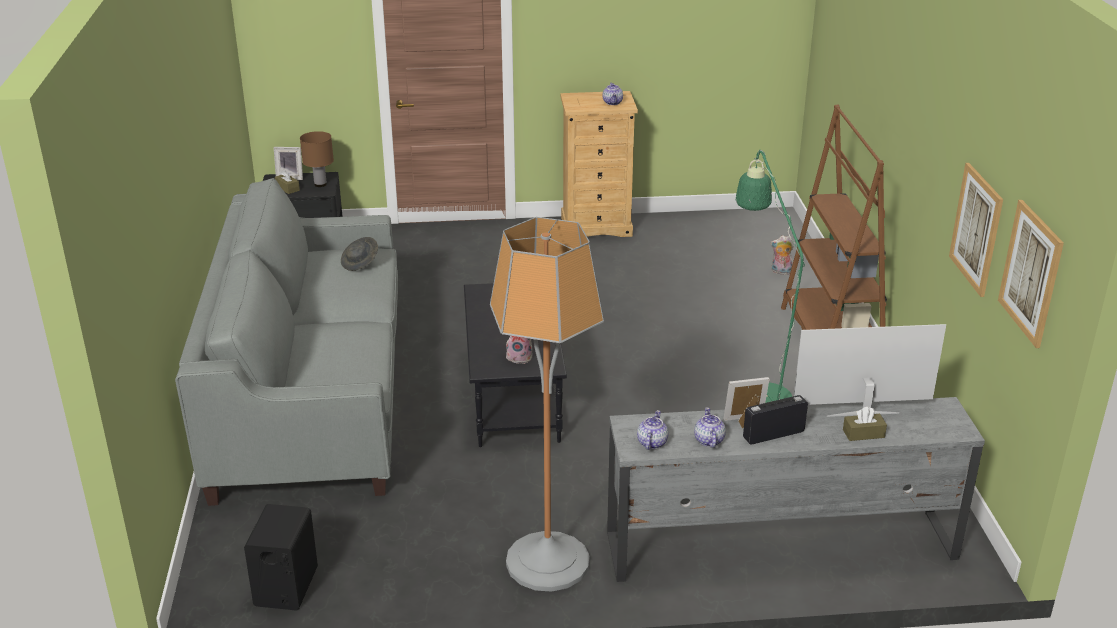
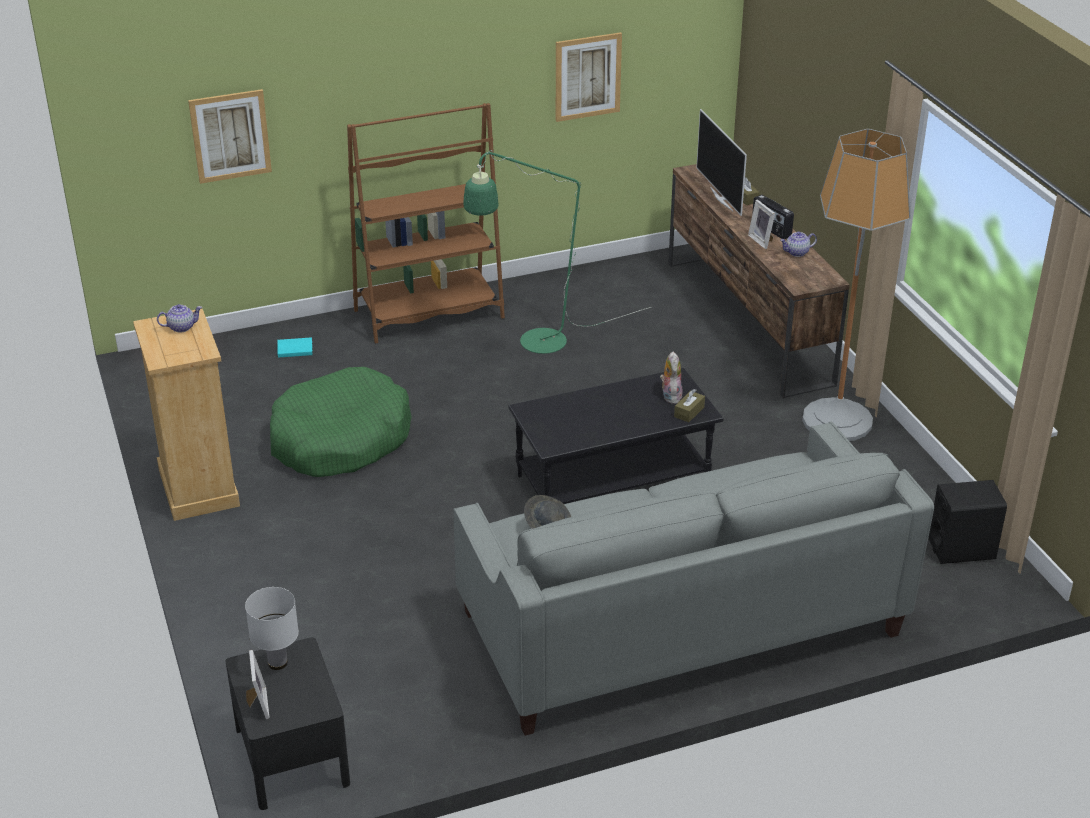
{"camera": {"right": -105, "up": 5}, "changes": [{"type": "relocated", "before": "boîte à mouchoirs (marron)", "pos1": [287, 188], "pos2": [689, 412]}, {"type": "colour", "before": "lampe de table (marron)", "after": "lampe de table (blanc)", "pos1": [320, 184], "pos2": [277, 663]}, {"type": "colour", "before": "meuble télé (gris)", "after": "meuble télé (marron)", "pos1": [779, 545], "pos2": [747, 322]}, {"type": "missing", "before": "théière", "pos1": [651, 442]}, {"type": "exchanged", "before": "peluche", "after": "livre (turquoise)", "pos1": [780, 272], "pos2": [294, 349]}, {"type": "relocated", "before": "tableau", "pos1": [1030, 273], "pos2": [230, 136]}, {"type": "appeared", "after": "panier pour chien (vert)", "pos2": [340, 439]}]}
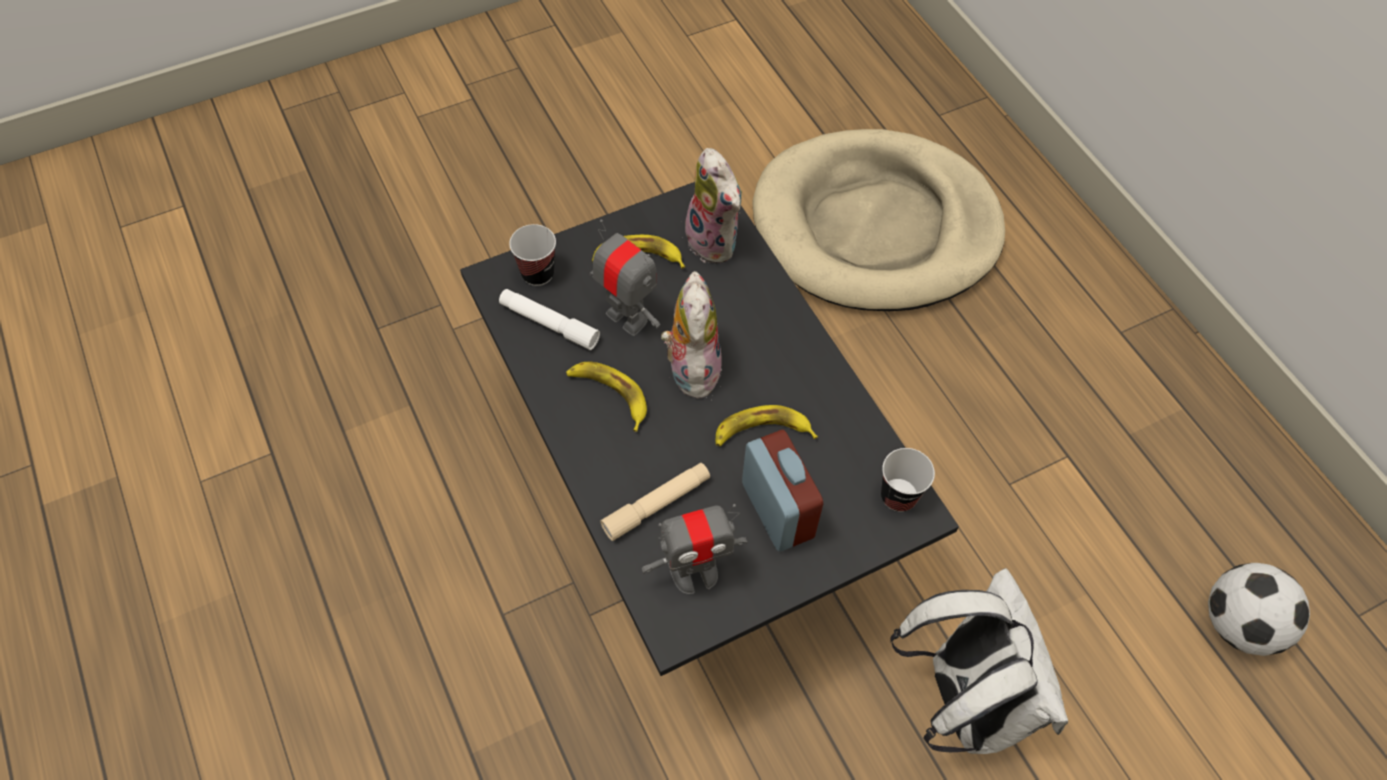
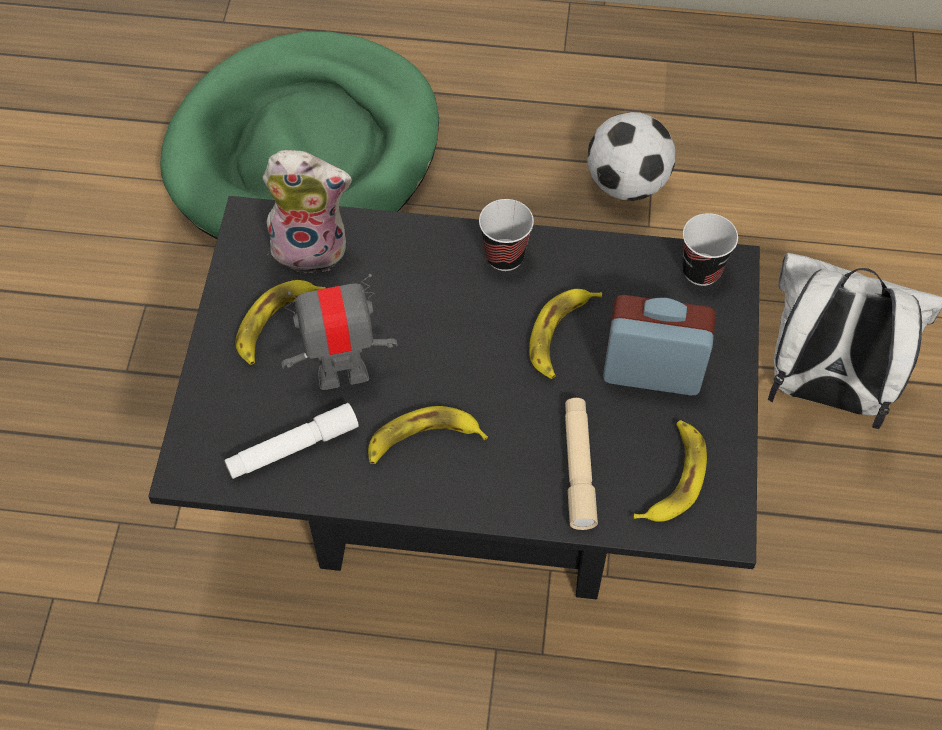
{"camera": {"right": -55, "up": 0}, "changes": [{"type": "relocated", "before": "tasse", "pos1": [537, 273], "pos2": [505, 256]}, {"type": "exchanged", "before": "robot jouet", "after": "banane", "pos1": [694, 573], "pos2": [673, 476]}, {"type": "missing", "before": "peluche", "pos1": [691, 367]}, {"type": "colour", "before": "panier pour chien (beige)", "after": "panier pour chien (vert)", "pos1": [875, 227], "pos2": [305, 151]}, {"type": "relocated", "before": "ballon de foot", "pos1": [1238, 624], "pos2": [627, 184]}]}
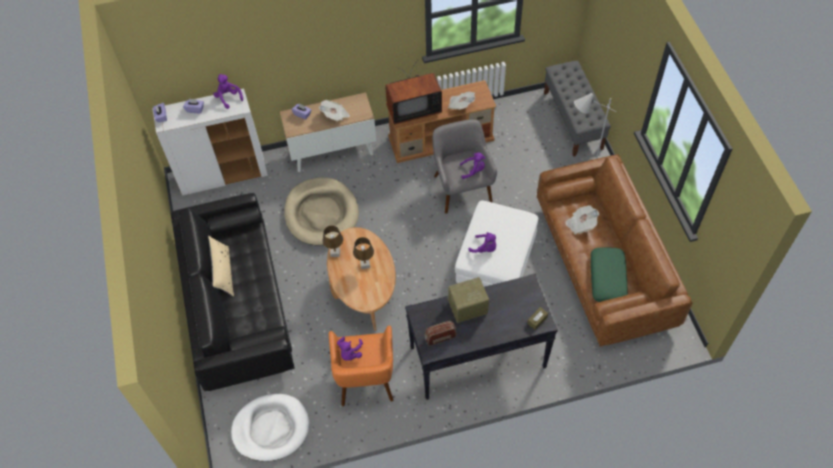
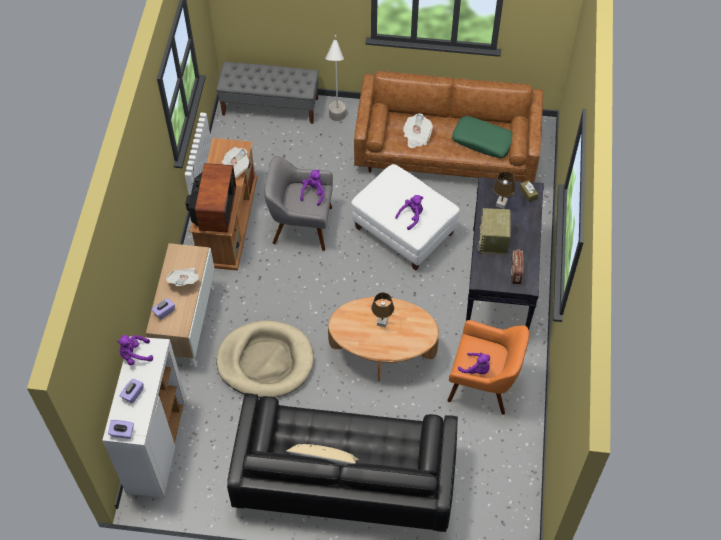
{"camera": {"right": -70, "up": 0}, "changes": [{"type": "missing", "before": "panier pour chien (blanc)", "pos1": [271, 429]}, {"type": "relocated", "before": "lampe de table (marron)", "pos1": [335, 253], "pos2": [501, 204]}]}
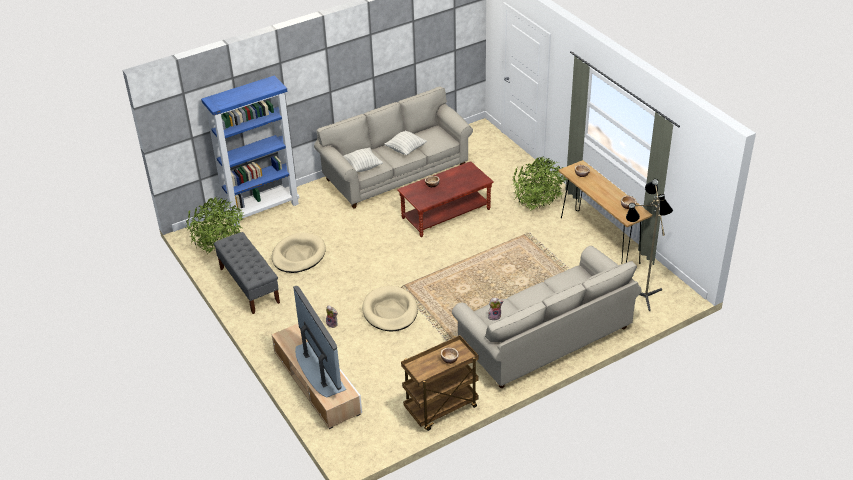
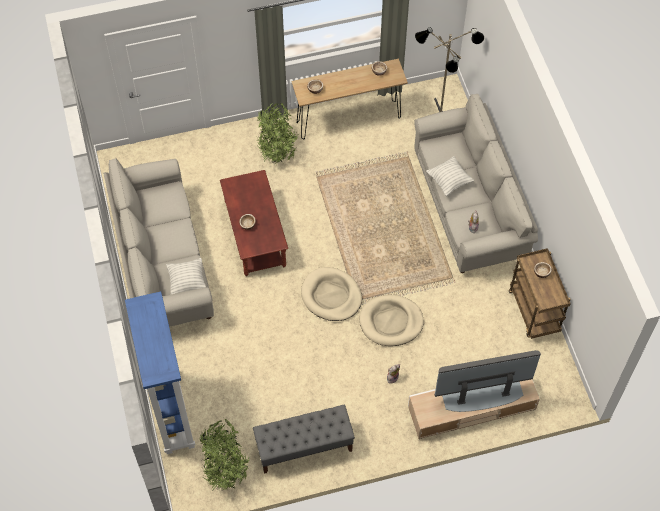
{"camera": {"right": -75, "up": 20}, "changes": [{"type": "relocated", "before": "panier pour chien (beige)", "pos1": [298, 255], "pos2": [331, 296]}, {"type": "relocated", "before": "coussin", "pos1": [406, 150], "pos2": [449, 181]}]}
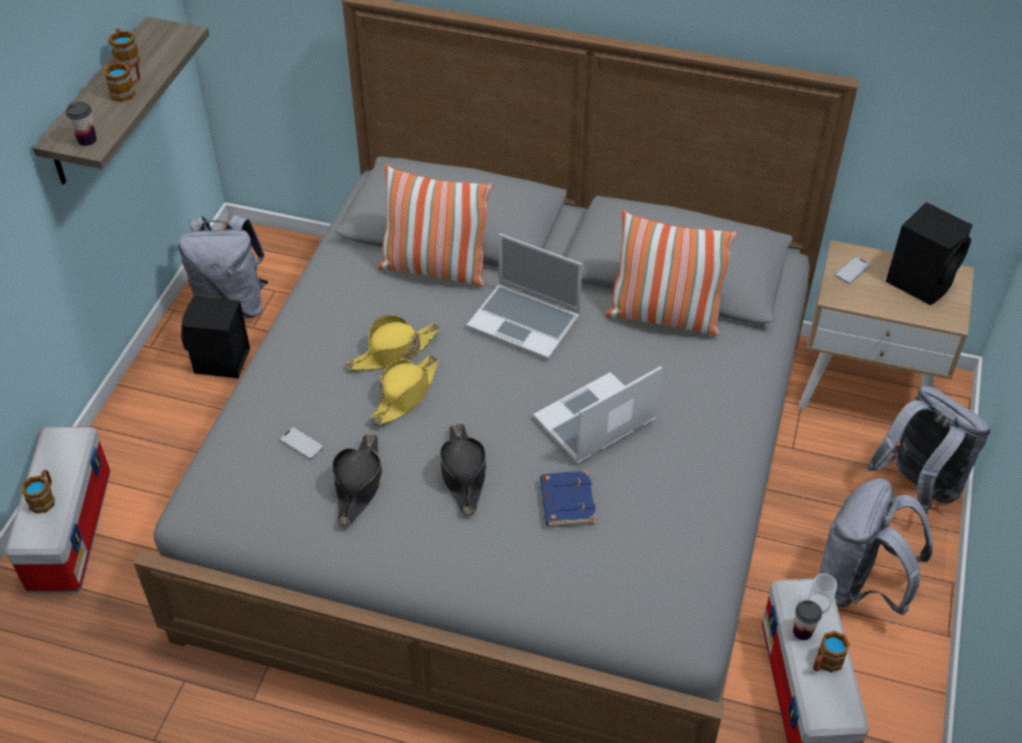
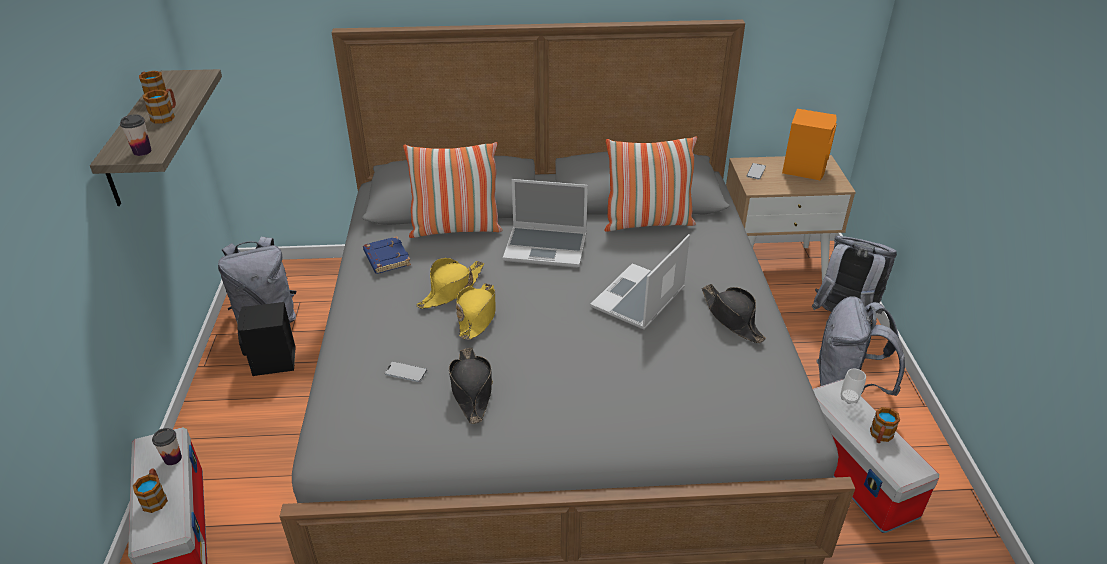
{"camera": {"right": -20, "up": -10}, "changes": [{"type": "relocated", "before": "chapeau (noir)", "pos1": [463, 474], "pos2": [732, 318]}, {"type": "relocated", "before": "livre (bleu)", "pos1": [566, 502], "pos2": [386, 258]}, {"type": "relocated", "before": "tasse", "pos1": [802, 631], "pos2": [173, 458]}, {"type": "colour", "before": "enceinte (noir)", "after": "enceinte (orange)", "pos1": [921, 281], "pos2": [804, 168]}]}
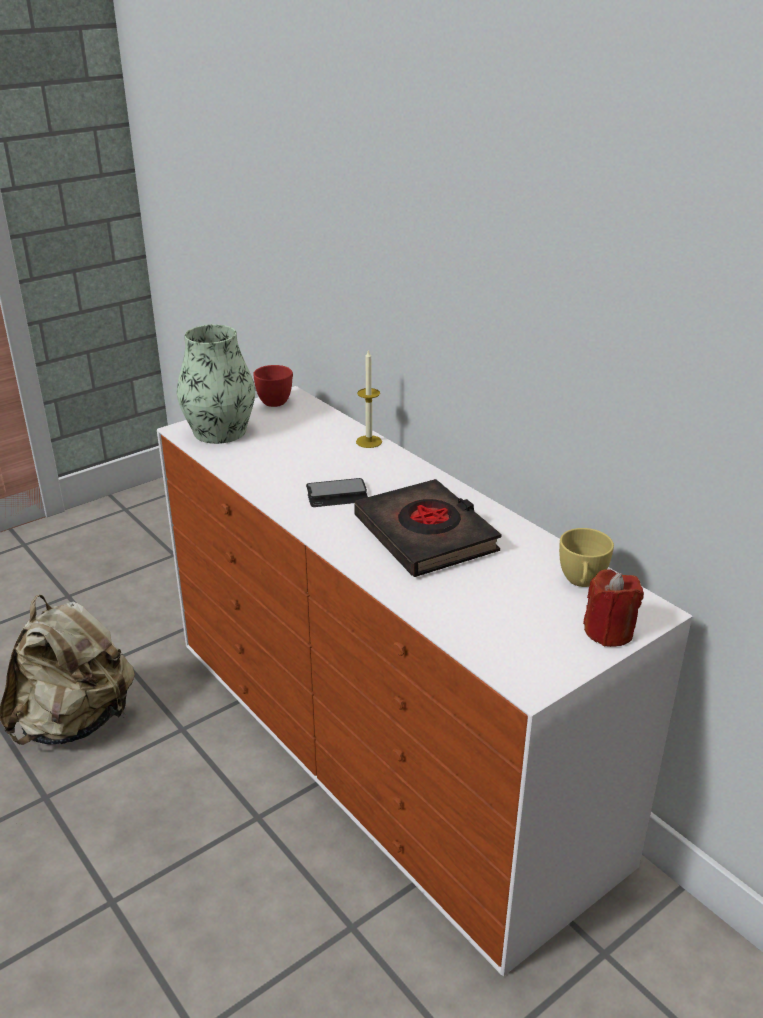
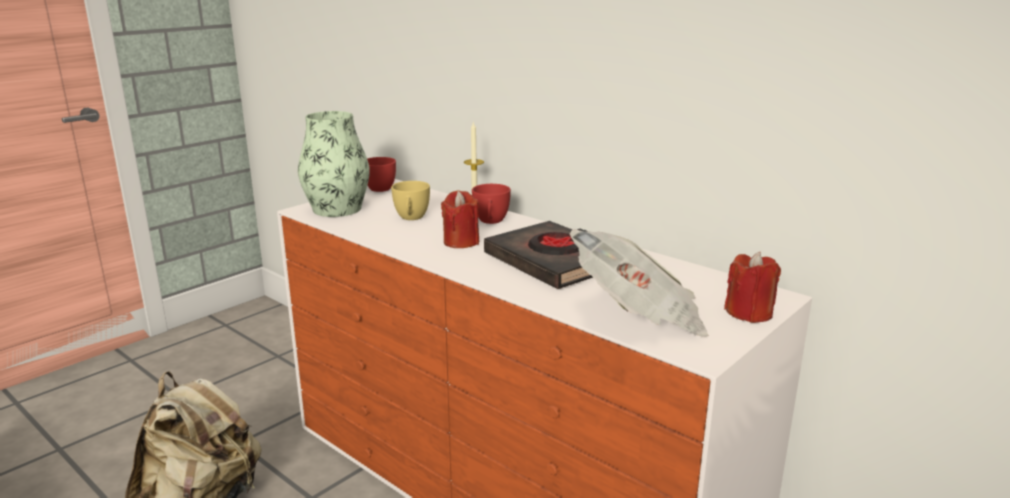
{"camera": {"right": -10, "up": -10}, "changes": [{"type": "exchanged", "before": "téléphone", "after": "bougie (rouge)", "pos1": [337, 495], "pos2": [461, 242]}, {"type": "relocated", "before": "tasse (jaune)", "pos1": [581, 582], "pos2": [411, 218]}, {"type": "appeared", "after": "tasse (rouge)", "pos2": [491, 222]}, {"type": "appeared", "after": "journal", "pos2": [639, 316]}]}
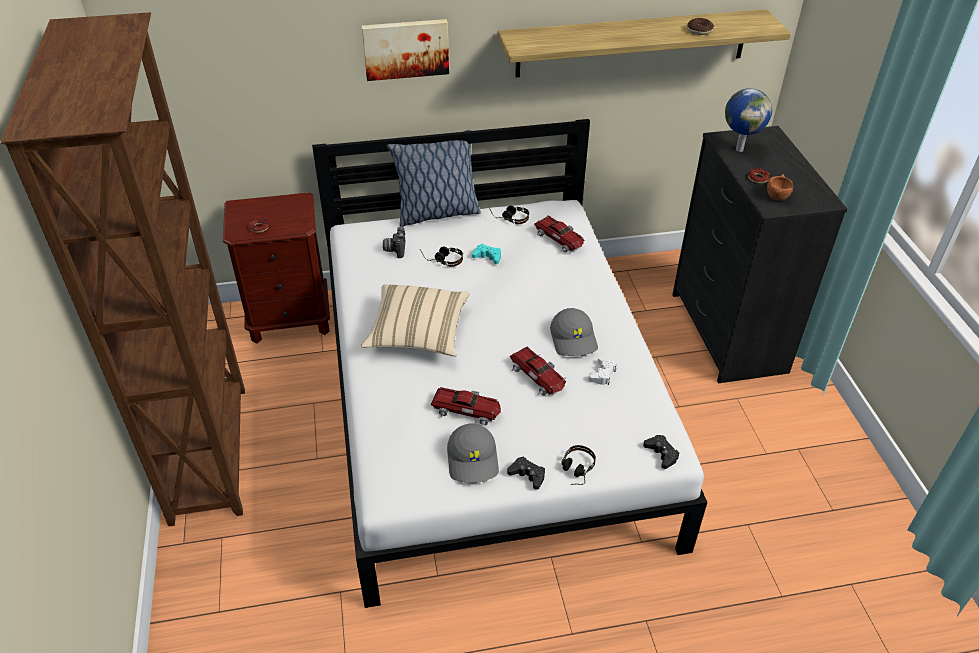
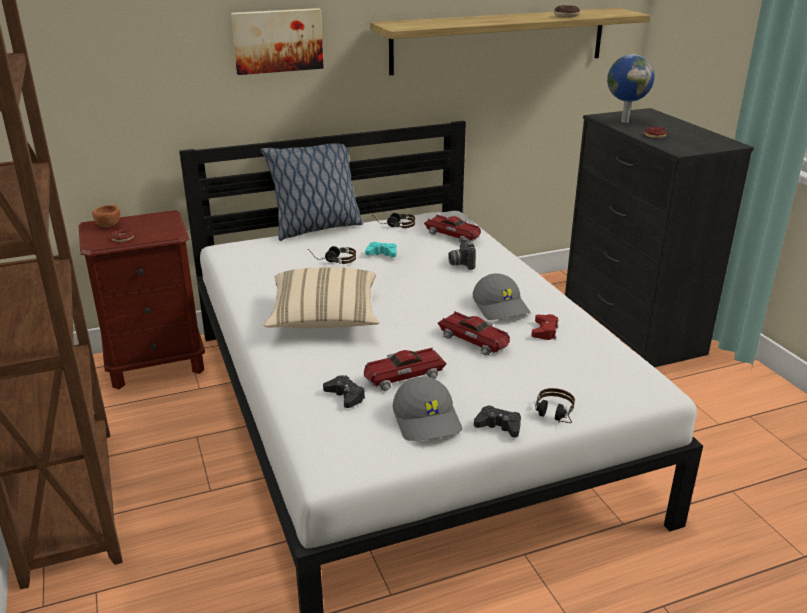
{"camera": {"right": -10, "up": -15}, "changes": [{"type": "relocated", "before": "appareil photo", "pos1": [395, 249], "pos2": [461, 263]}, {"type": "spun", "before": "petite voiture", "pos1": [467, 409], "pos2": [403, 376], "turn": 150}, {"type": "colour", "before": "manette (blanc)", "after": "manette (rouge)", "pos1": [602, 374], "pos2": [545, 331]}, {"type": "relocated", "before": "manette (noir)", "pos1": [661, 454], "pos2": [345, 396]}, {"type": "relocated", "before": "tasse (marron)", "pos1": [777, 195], "pos2": [110, 224]}]}
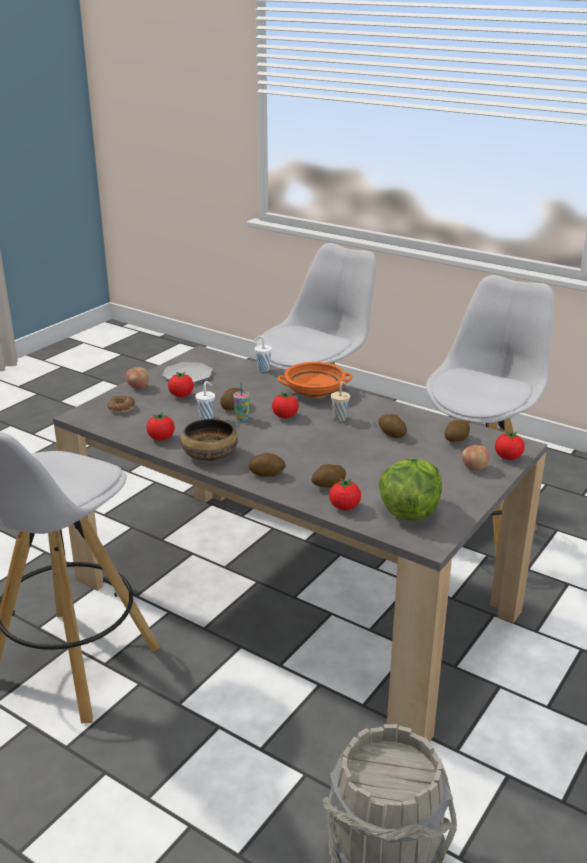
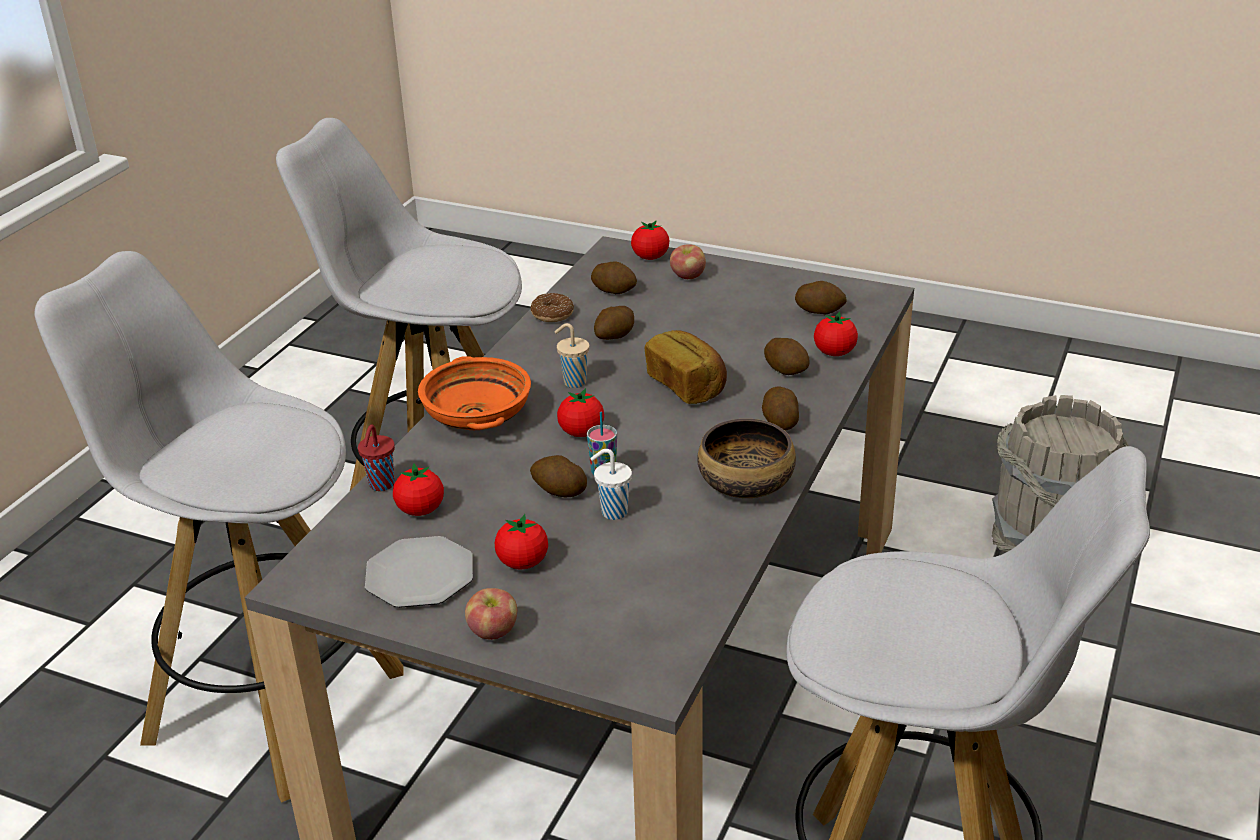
{"camera": {"right": -100, "up": 5}, "changes": [{"type": "relocated", "before": "beignet", "pos1": [121, 408], "pos2": [552, 314]}, {"type": "relocated", "before": "tomate", "pos1": [161, 438], "pos2": [420, 510]}, {"type": "colour", "before": "tasse (blanc)", "after": "tasse (rouge)", "pos1": [262, 369], "pos2": [381, 485]}, {"type": "exchanged", "before": "laitue", "after": "pomme de terre", "pos1": [409, 512], "pos2": [820, 310]}, {"type": "appeared", "after": "pain", "pos2": [687, 385]}]}
